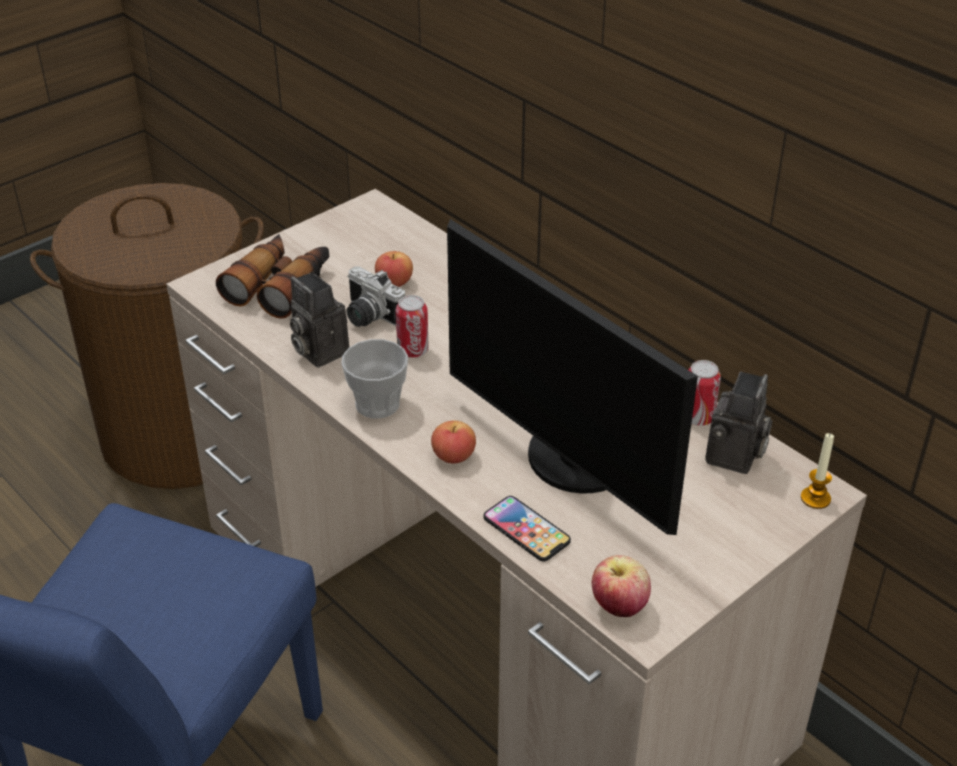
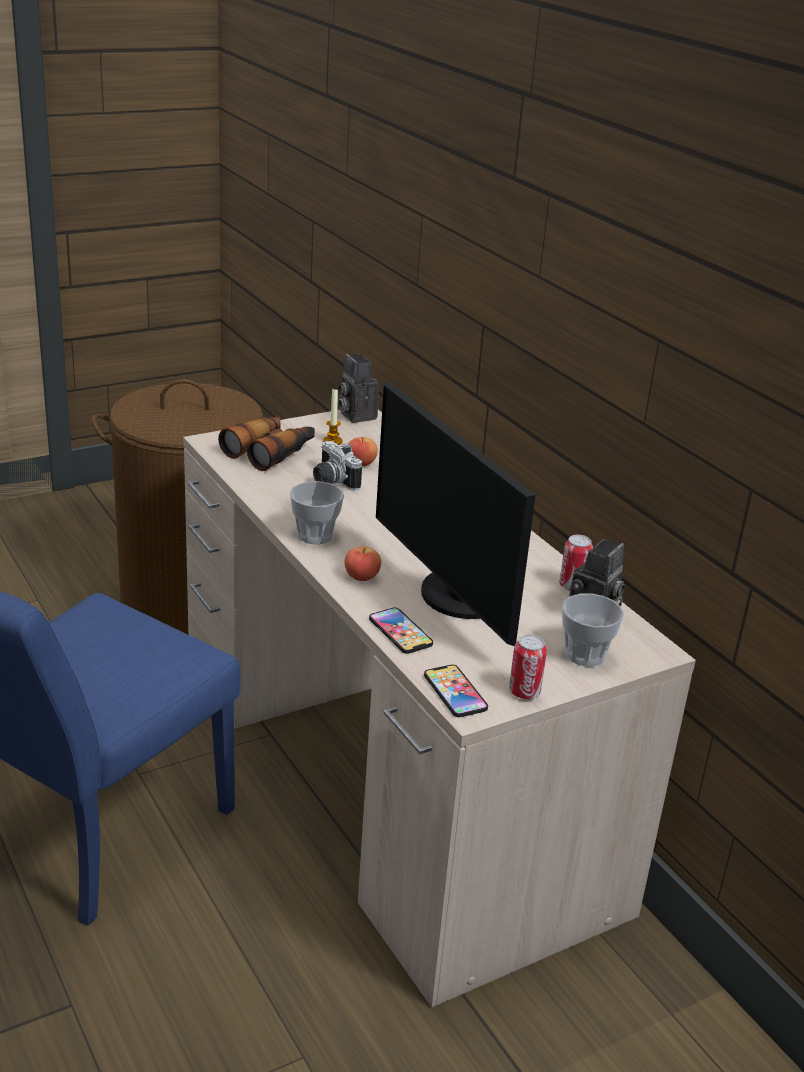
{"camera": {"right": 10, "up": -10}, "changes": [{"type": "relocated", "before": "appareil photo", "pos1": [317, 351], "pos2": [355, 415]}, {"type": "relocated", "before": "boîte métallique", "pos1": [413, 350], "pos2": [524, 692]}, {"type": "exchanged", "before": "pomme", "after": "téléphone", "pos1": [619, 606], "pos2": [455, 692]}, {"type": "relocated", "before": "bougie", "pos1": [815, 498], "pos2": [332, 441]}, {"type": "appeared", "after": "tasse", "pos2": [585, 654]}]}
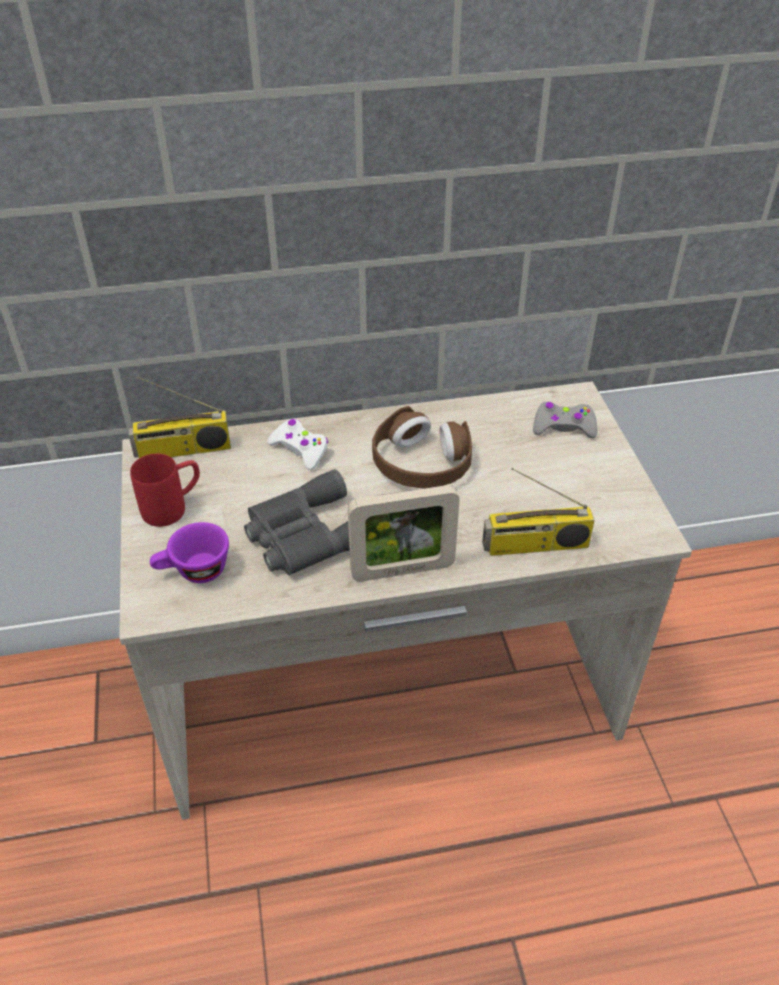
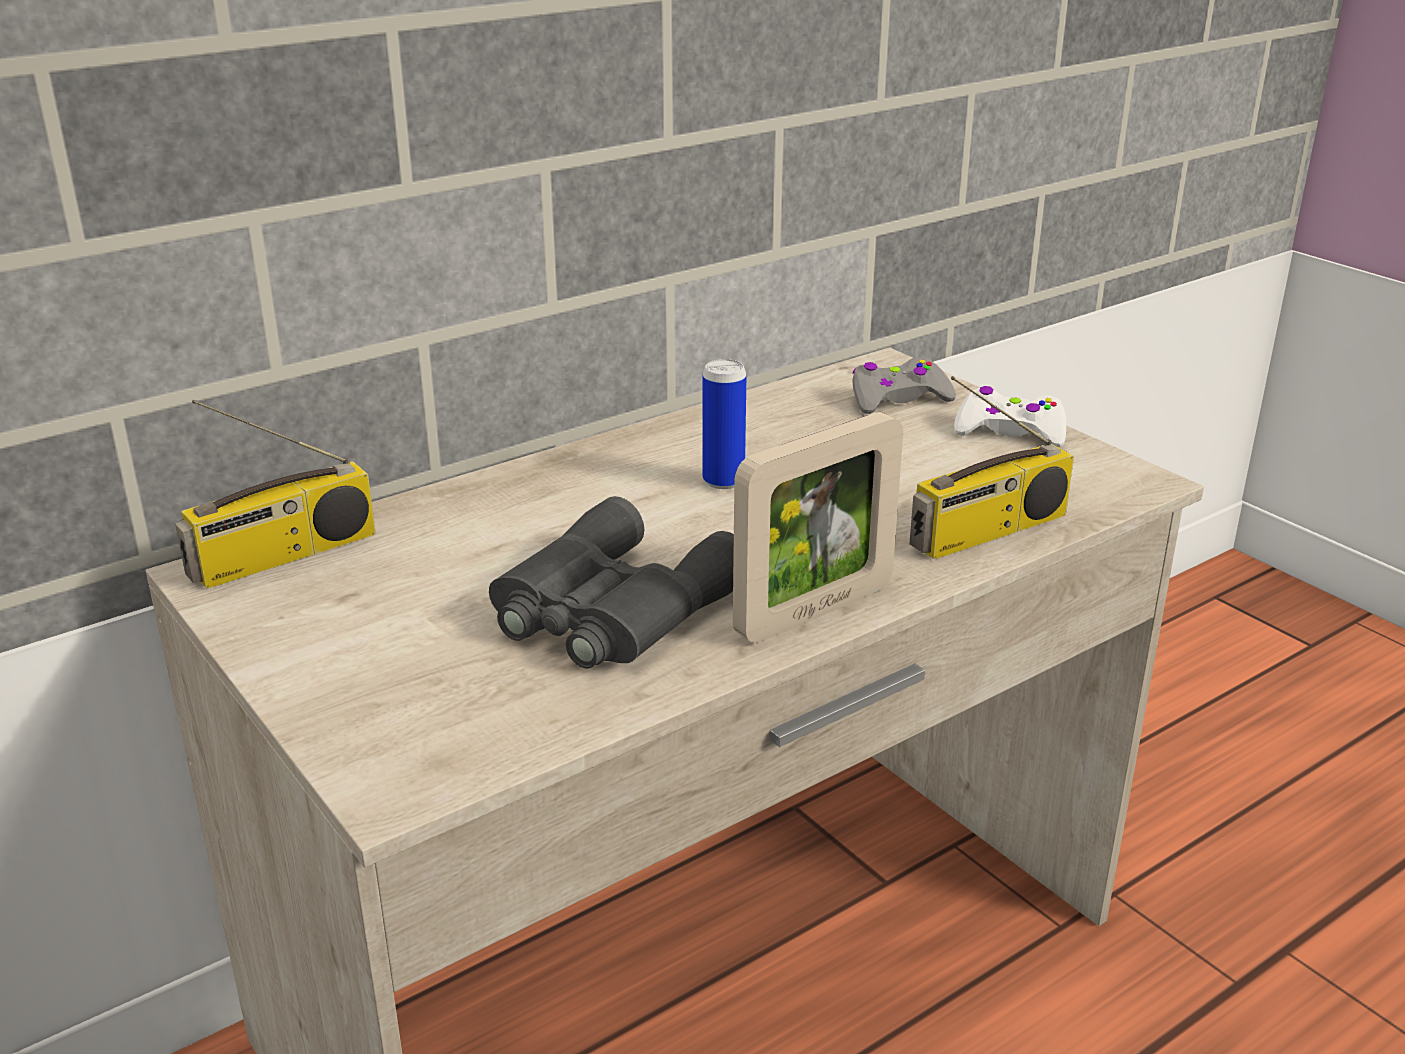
{"camera": {"right": -25, "up": -15}, "changes": [{"type": "missing", "before": "mug (rouge)", "pos1": [173, 507]}, {"type": "missing", "before": "tasse (violet)", "pos1": [194, 572]}, {"type": "relocated", "before": "manette (blanc)", "pos1": [300, 449], "pos2": [1010, 431]}, {"type": "exchanged", "before": "casque audio (marron)", "after": "boîte métallique", "pos1": [421, 463], "pos2": [723, 481]}]}
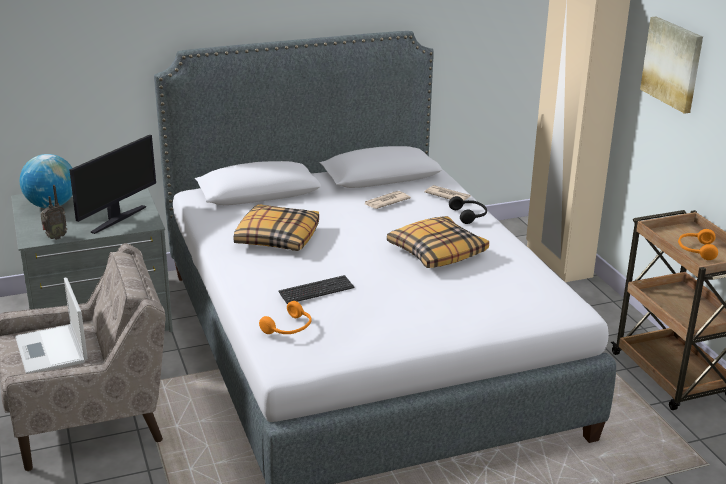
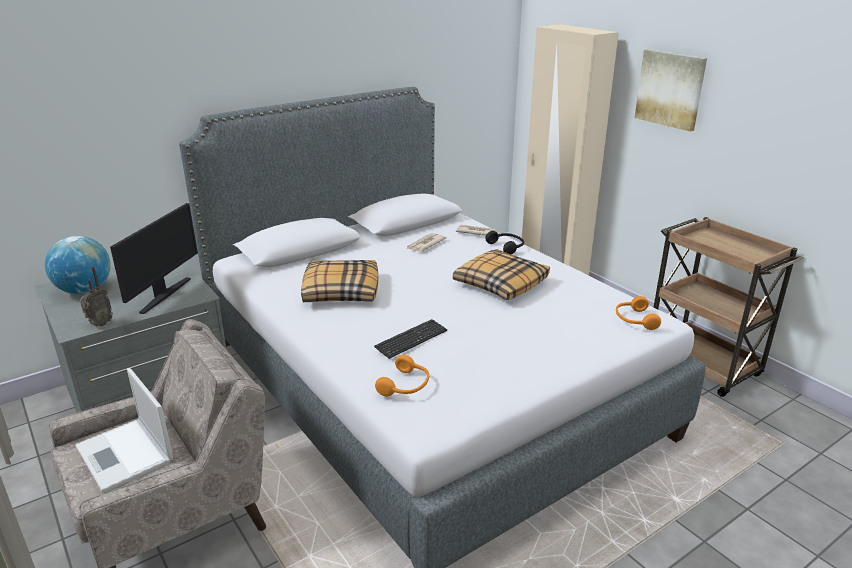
{"camera": {"right": -15, "up": 0}, "changes": [{"type": "relocated", "before": "casque audio (orange)", "pos1": [696, 250], "pos2": [634, 320]}]}
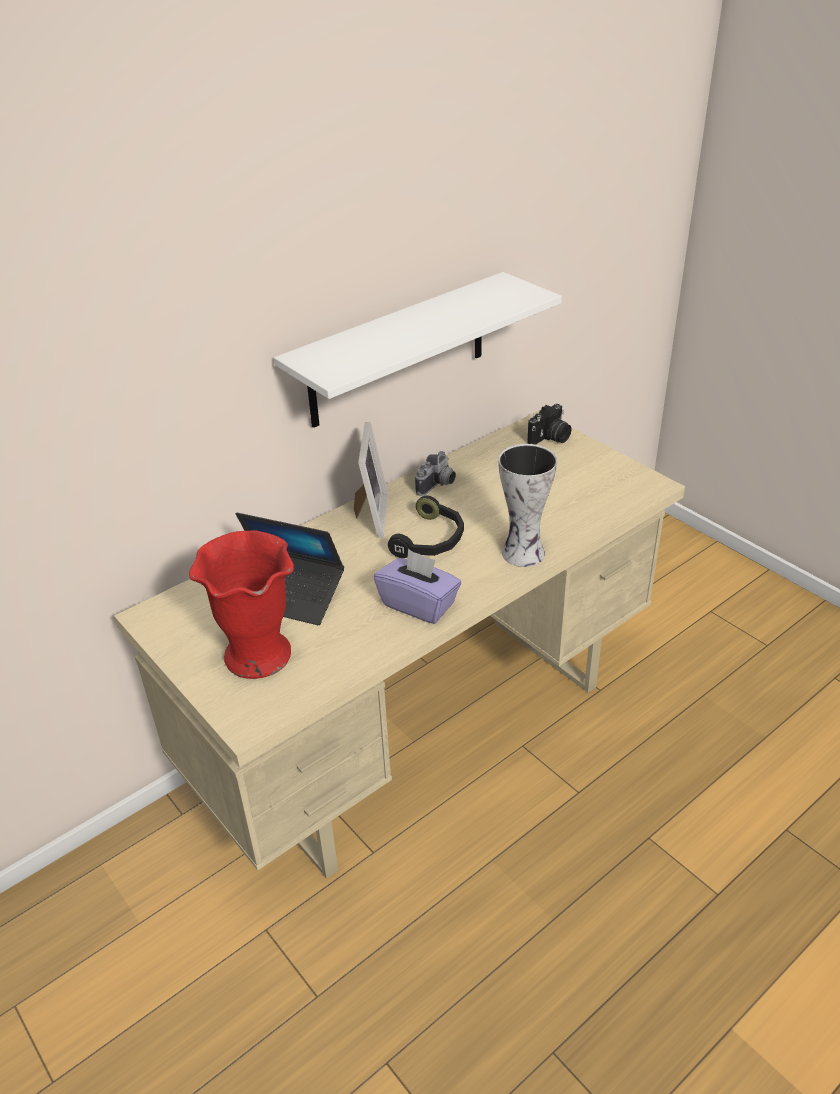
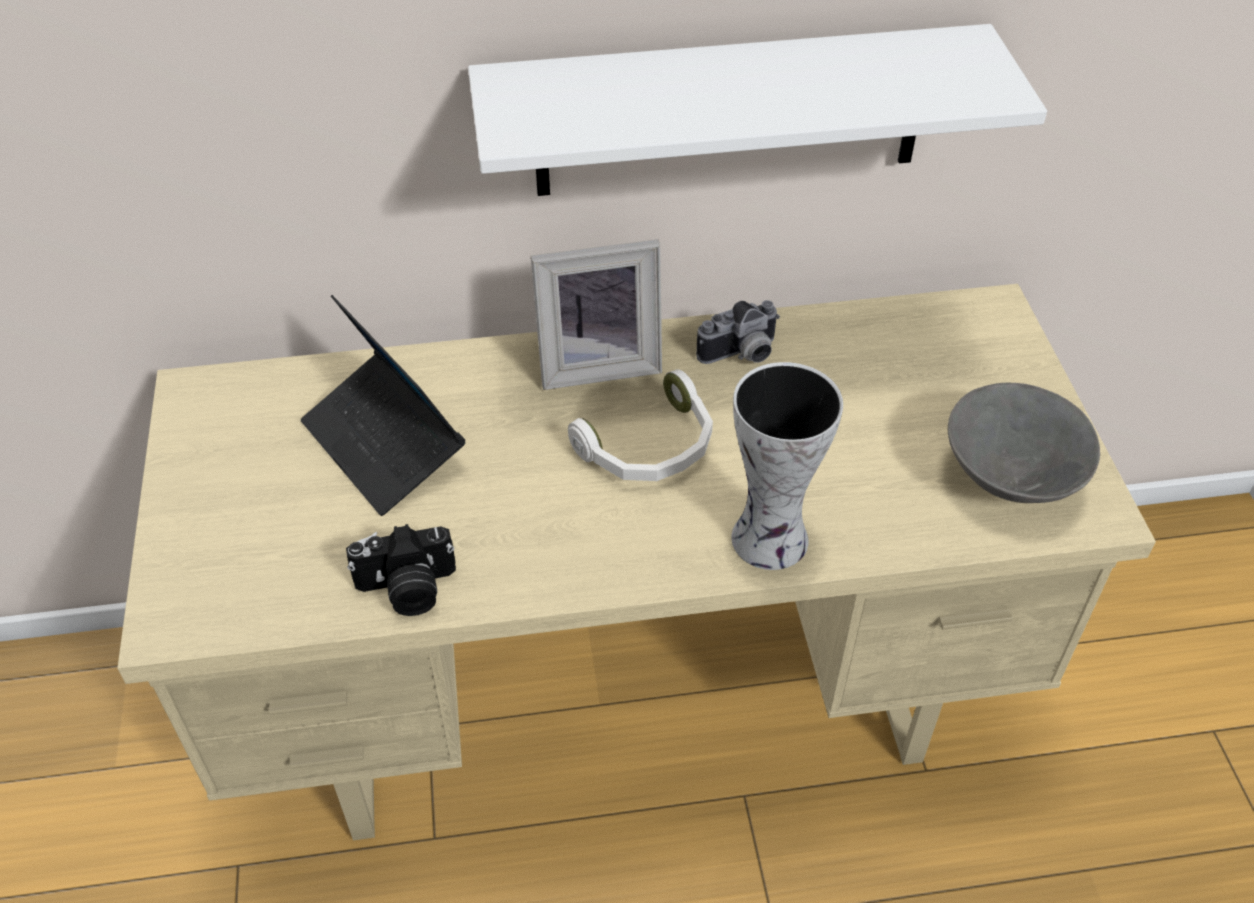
{"camera": {"right": 30, "up": 10}, "changes": [{"type": "missing", "before": "vase (rouge)", "pos1": [259, 656]}, {"type": "spun", "before": "cadre photo", "pos1": [369, 516], "pos2": [598, 364], "turn": 45}, {"type": "missing", "before": "boîte à mouchoirs (violet)", "pos1": [419, 604]}, {"type": "colour", "before": "casque audio (noir)", "after": "casque audio (blanc)", "pos1": [431, 540], "pos2": [651, 448]}, {"type": "relocated", "before": "appareil photo", "pos1": [550, 438], "pos2": [407, 590]}, {"type": "appeared", "after": "bol (gris)", "pos2": [1010, 480]}]}
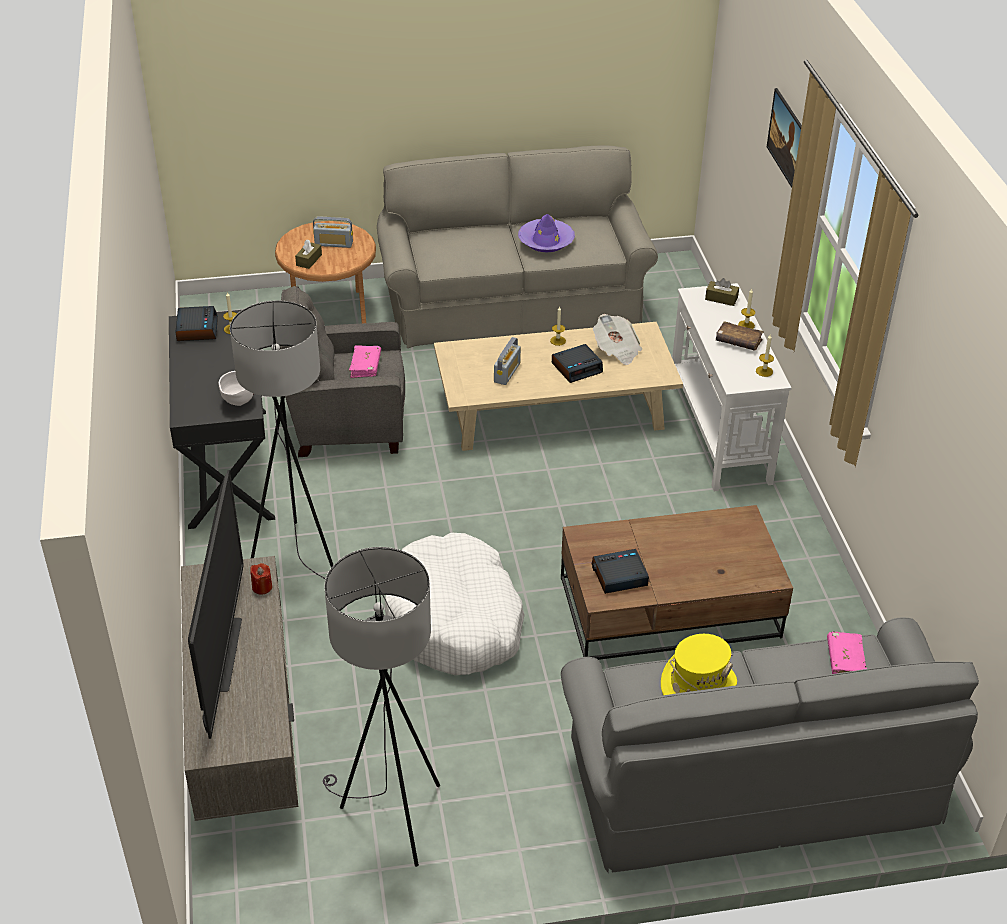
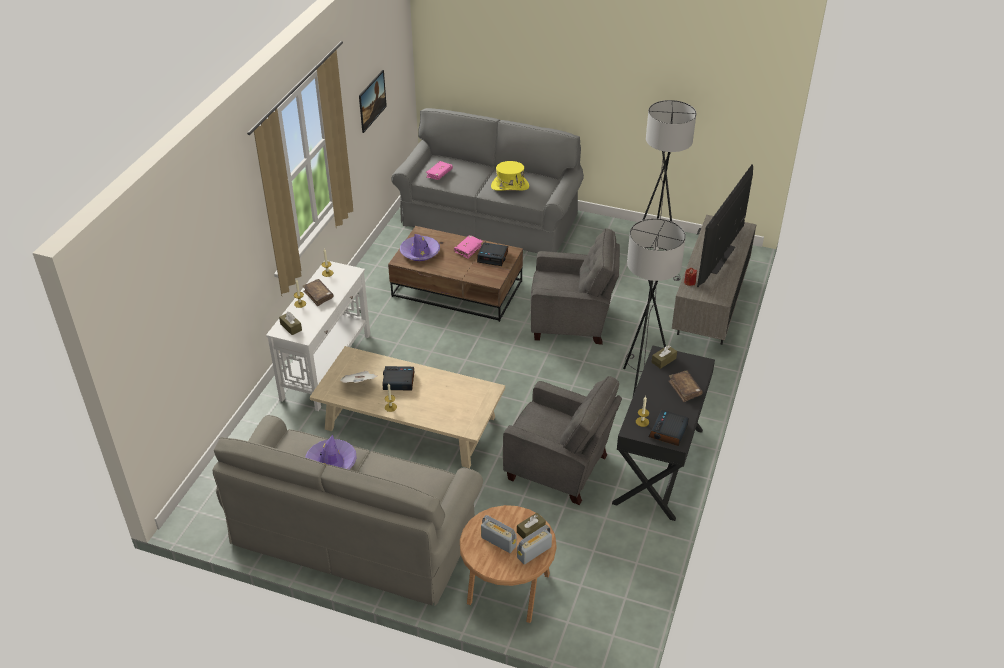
{"camera": {"right": -150, "up": 0}, "changes": [{"type": "exchanged", "before": "bol (blanc)", "after": "boîte à mouchoirs (marron)", "pos1": [238, 403], "pos2": [663, 360]}, {"type": "relocated", "before": "livre (rose)", "pos1": [365, 366], "pos2": [468, 249]}, {"type": "exchanged", "before": "panier pour chien (blanc)", "after": "fauteuil (gris)", "pos1": [455, 620], "pos2": [572, 322]}, {"type": "relocated", "before": "radio", "pos1": [507, 372], "pos2": [534, 552]}, {"type": "relocated", "before": "tableau", "pos1": [784, 153], "pos2": [373, 110]}, {"type": "appeared", "after": "chapeau (violet)", "pos2": [420, 252]}, {"type": "appeared", "after": "livre (marron)", "pos2": [684, 389]}]}
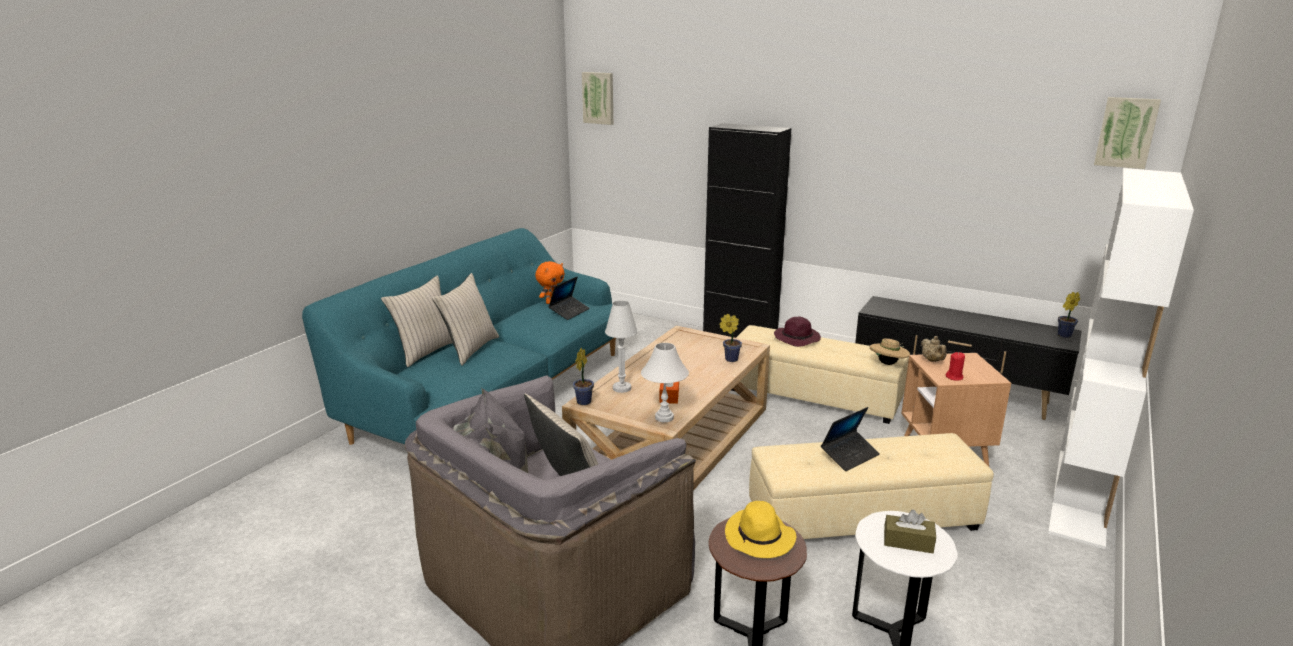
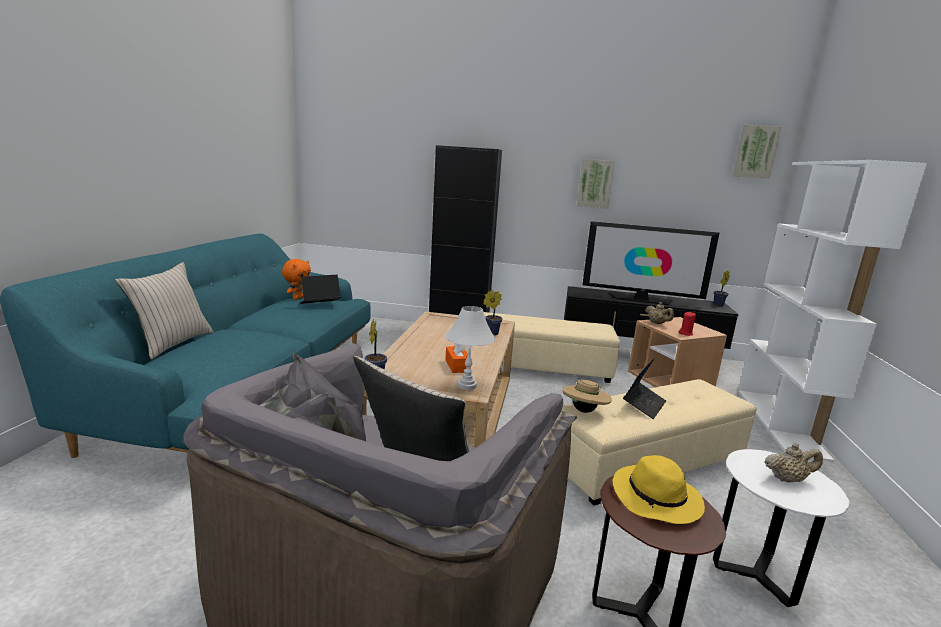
{"camera": {"right": -20, "up": -5}, "changes": [{"type": "missing", "before": "coussin (beige)", "pos1": [470, 349]}, {"type": "spun", "before": "ordinateur portable", "pos1": [569, 312], "pos2": [319, 304], "turn": -135}, {"type": "relocated", "before": "tableau", "pos1": [598, 98], "pos2": [595, 183]}, {"type": "missing", "before": "lampe de table (blanc)", "pos1": [622, 388]}, {"type": "missing", "before": "chapeau (violet)", "pos1": [797, 338]}, {"type": "relocated", "before": "chapeau (beige)", "pos1": [888, 364], "pos2": [584, 411]}, {"type": "exchanged", "before": "boîte à mouchoirs (marron)", "after": "théière (beige)", "pos1": [908, 542], "pos2": [787, 479]}, {"type": "appeared", "after": "téléviseur", "pos2": [641, 299]}]}
